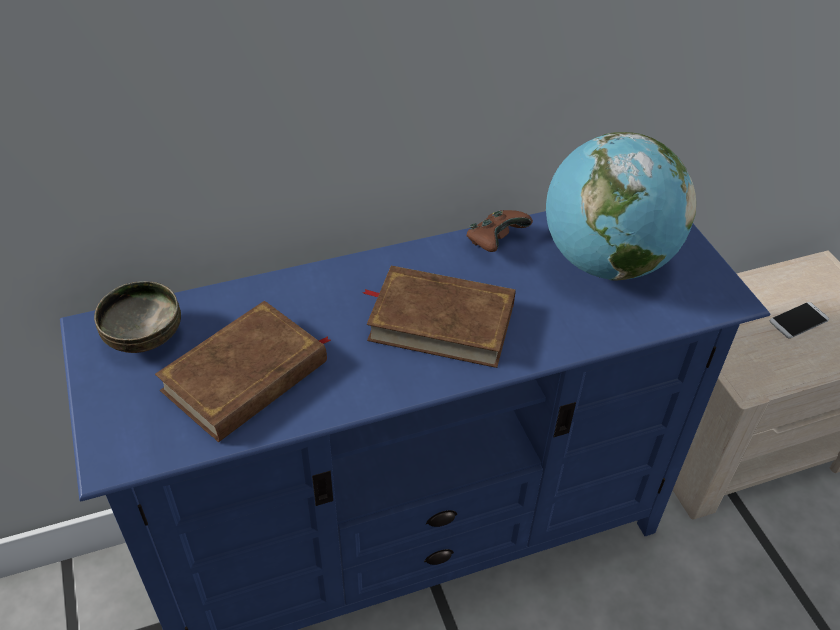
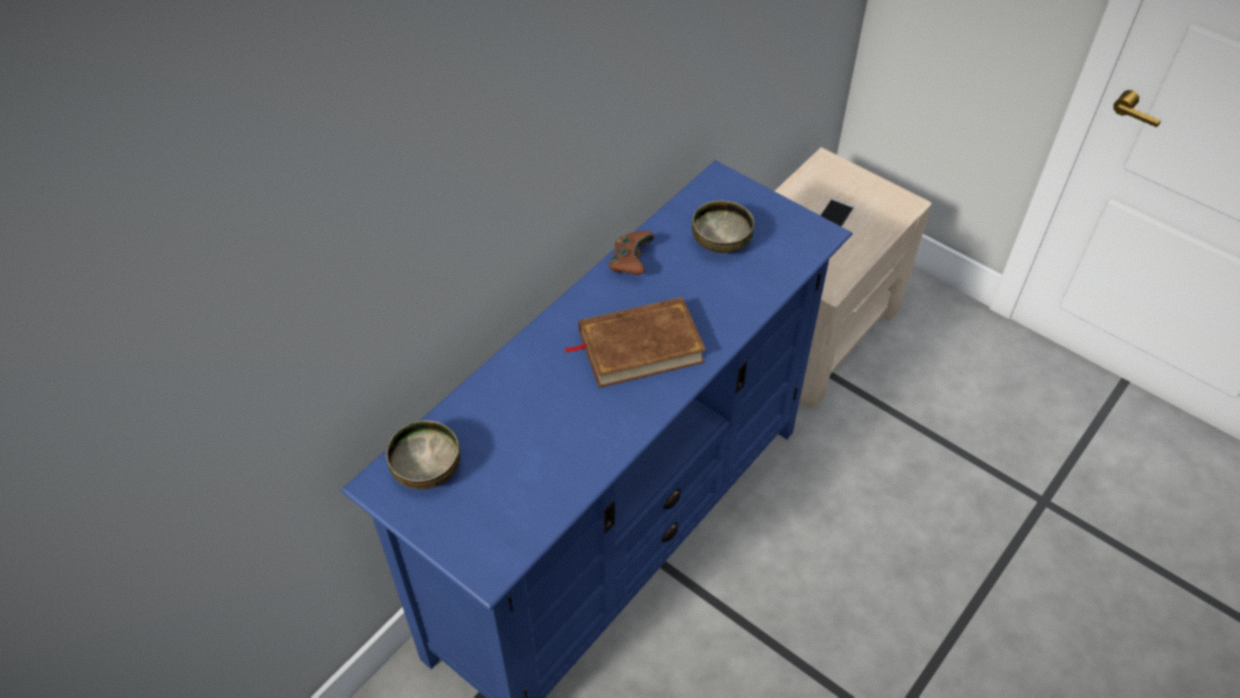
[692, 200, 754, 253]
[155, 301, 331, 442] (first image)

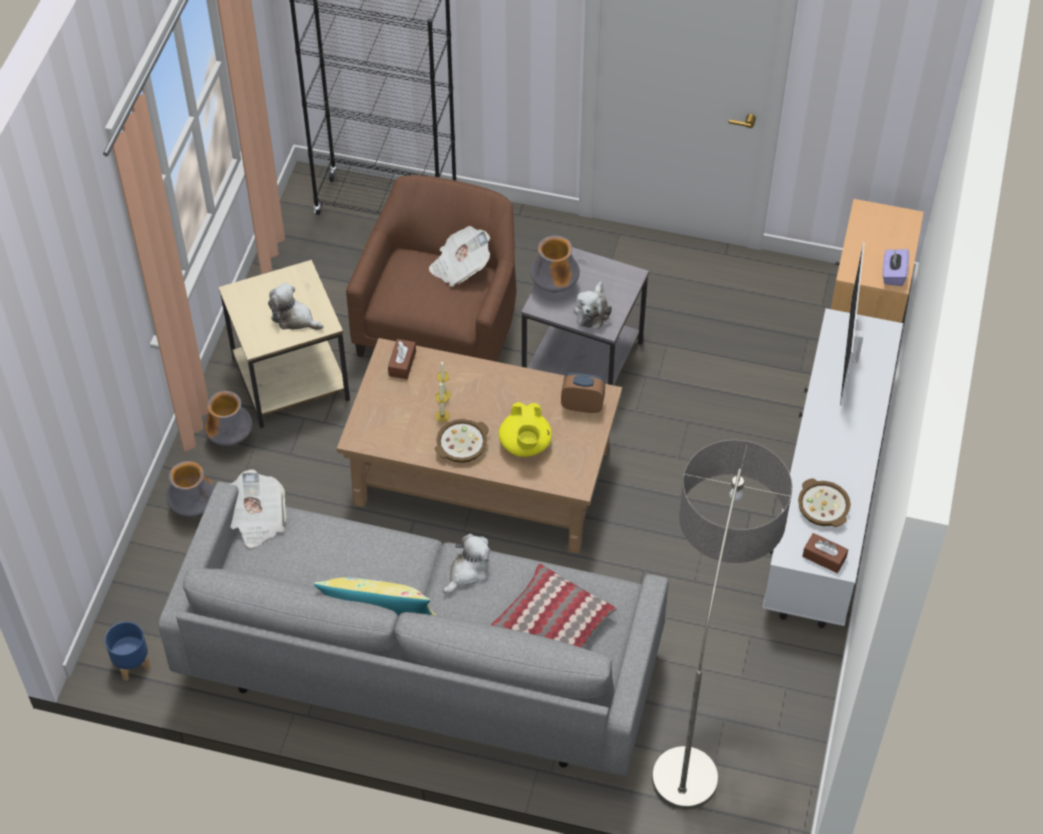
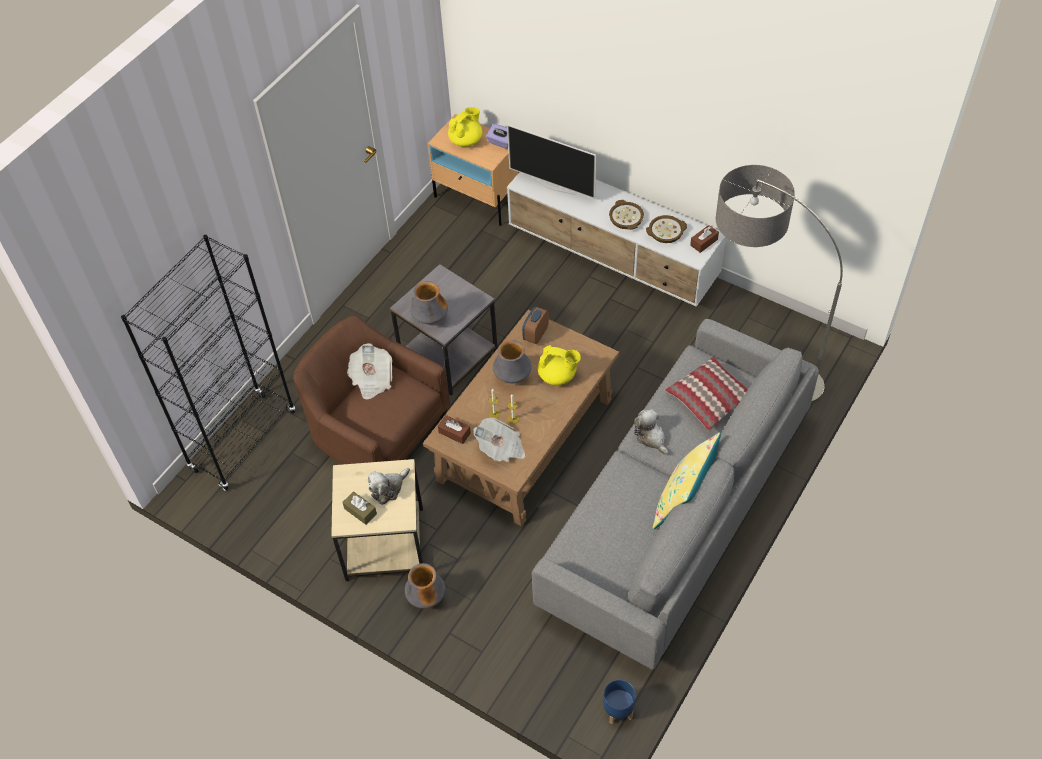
[574, 281, 612, 329] (first image)
[609, 200, 644, 230]
[493, 340, 532, 383]
[473, 417, 525, 462]
[448, 107, 482, 147]
[342, 491, 377, 525]

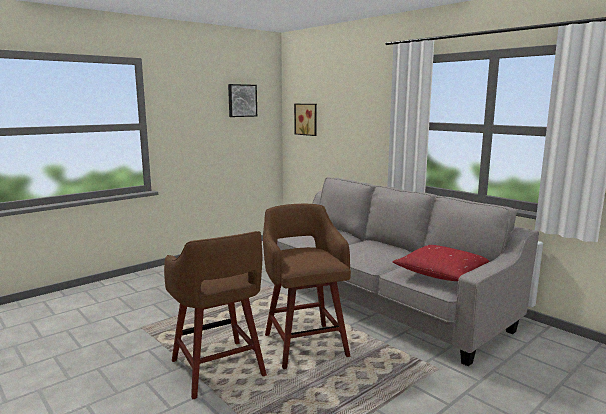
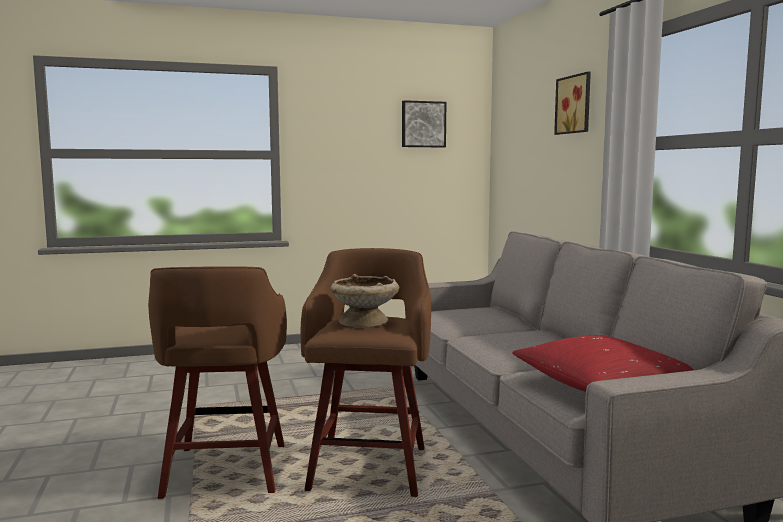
[554, 72, 591, 135]
[330, 274, 399, 327]

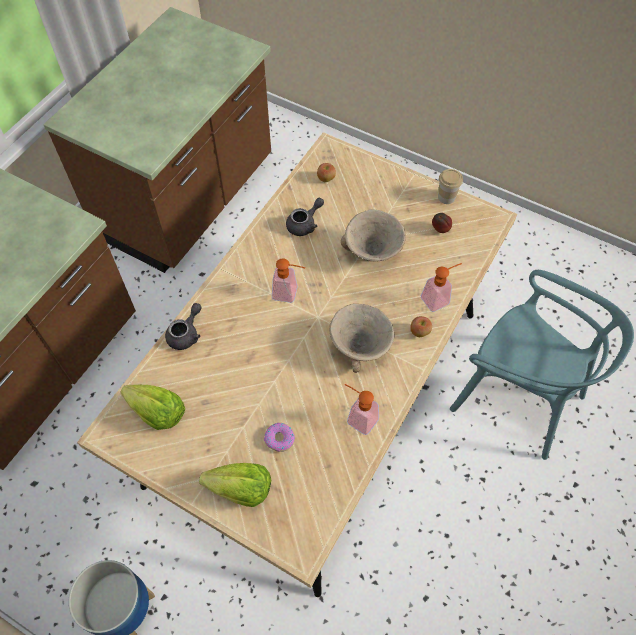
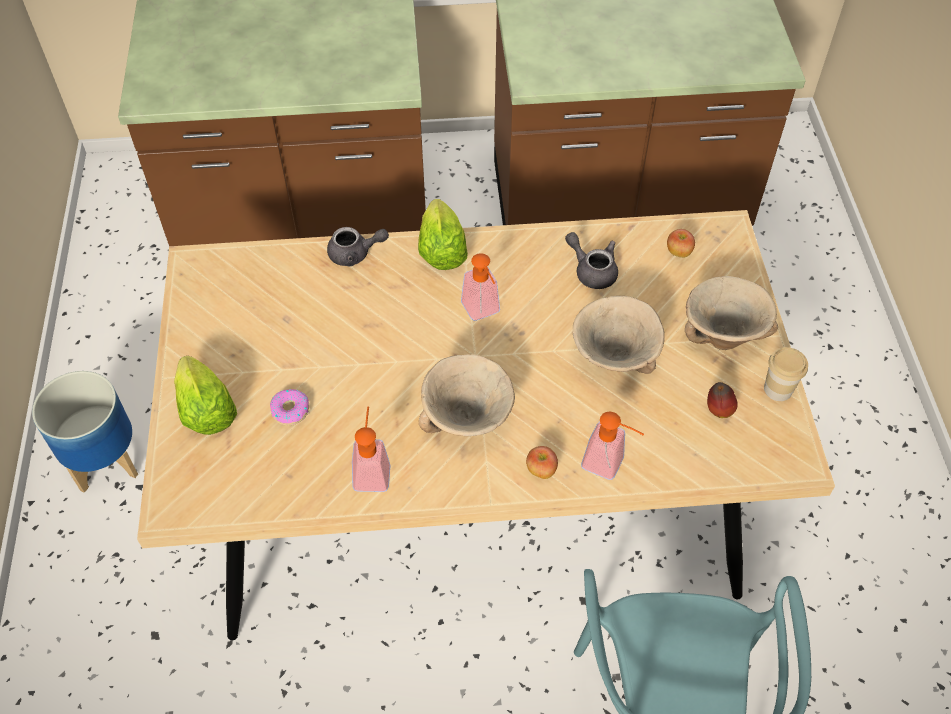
[565, 232, 618, 289]
[418, 199, 468, 270]
[685, 276, 778, 350]

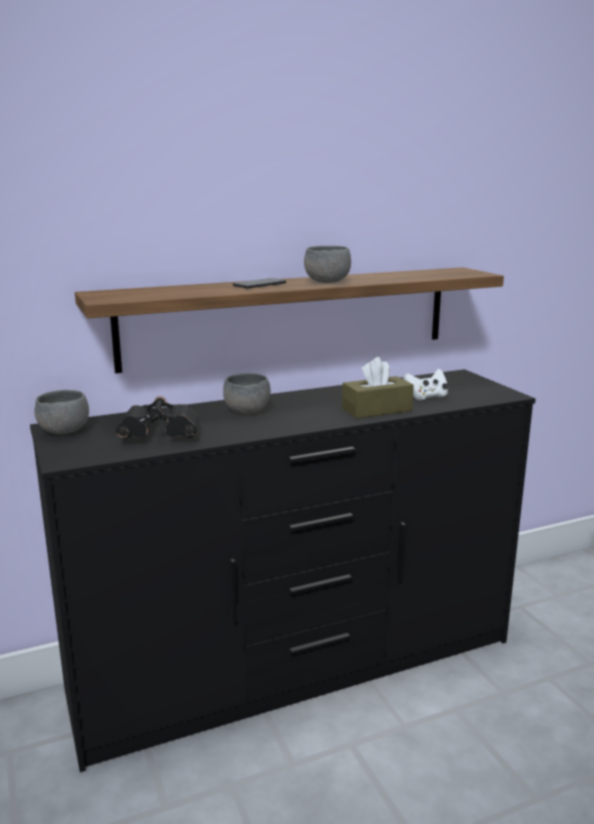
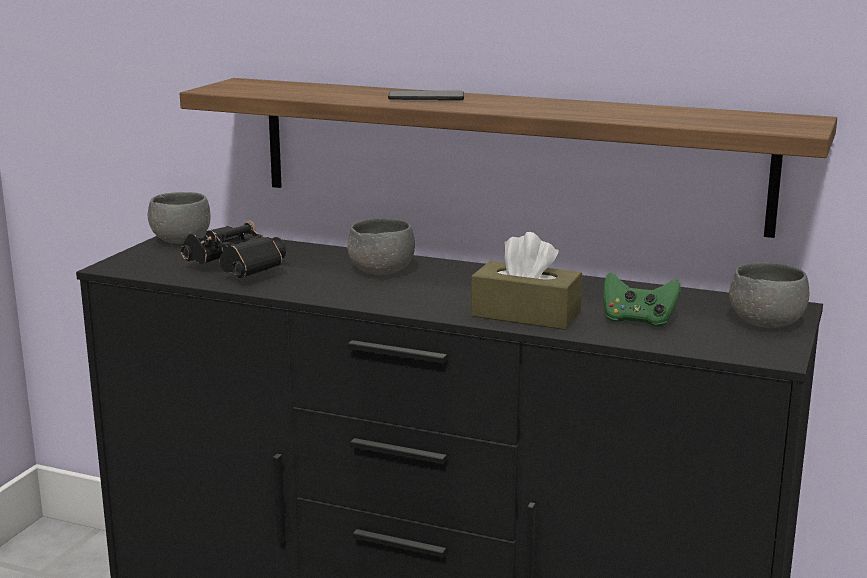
[729, 262, 809, 328]
[603, 273, 681, 327]

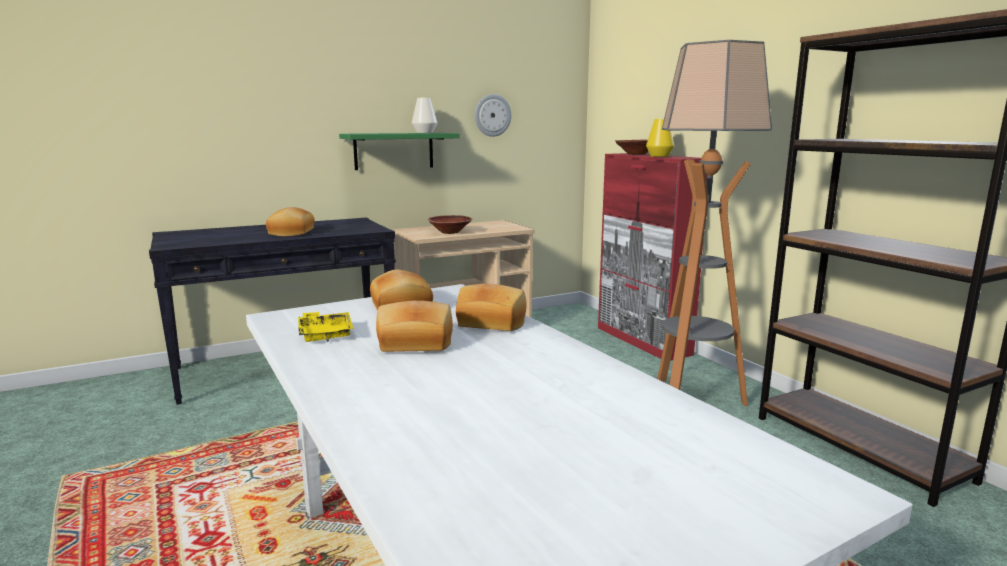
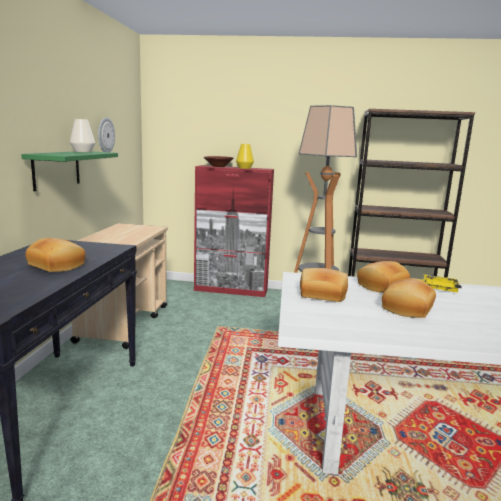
[428, 215, 472, 234] (first image)
[419, 274, 462, 292]

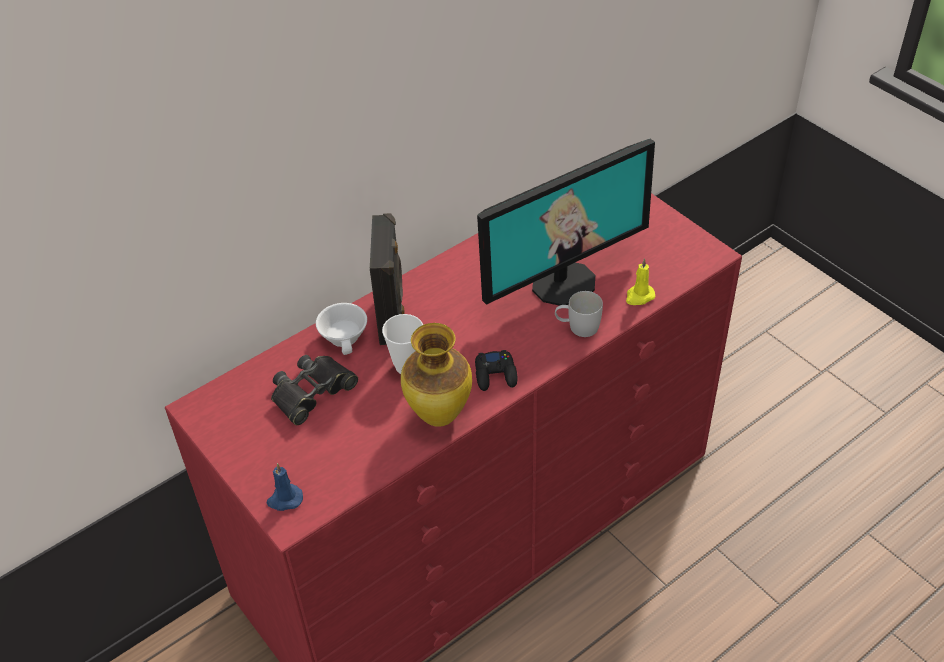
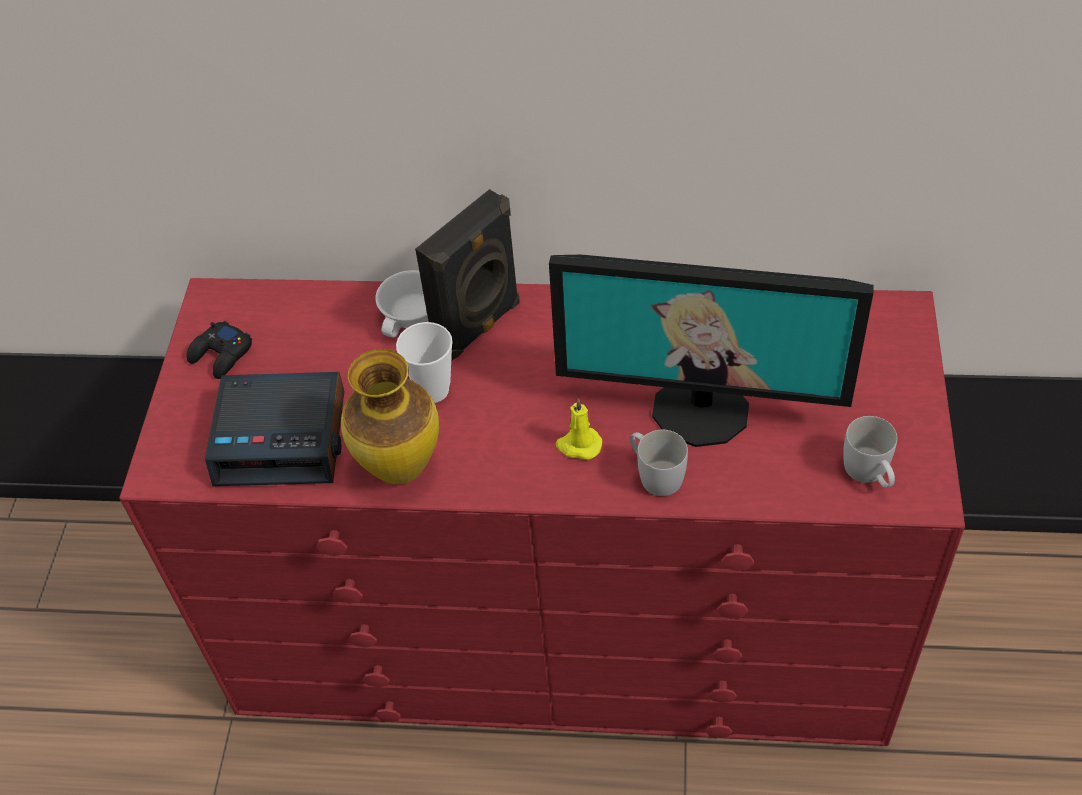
[556, 399, 602, 460]
[186, 321, 252, 379]
[271, 355, 358, 425] (first image)
[267, 463, 303, 511] (first image)
[205, 372, 345, 486]
[843, 416, 897, 488]

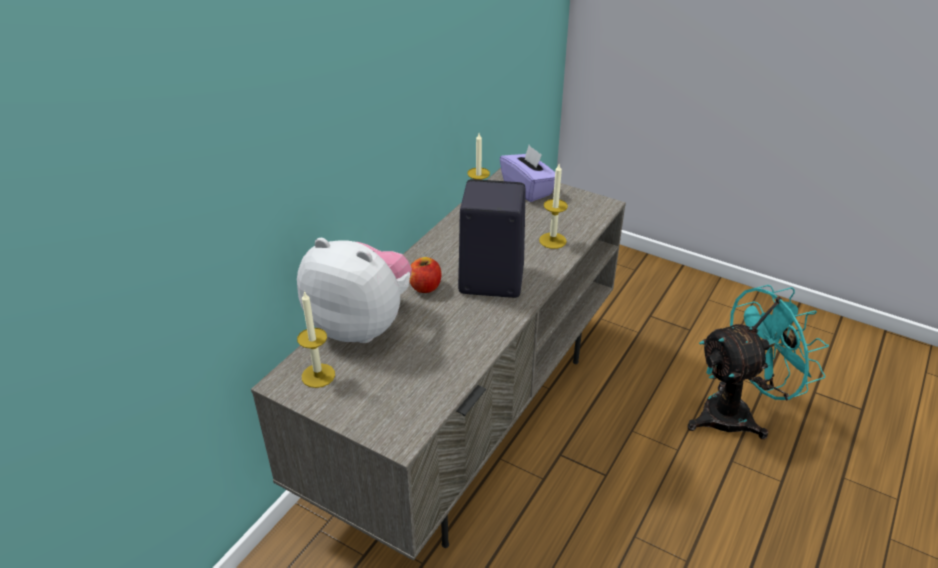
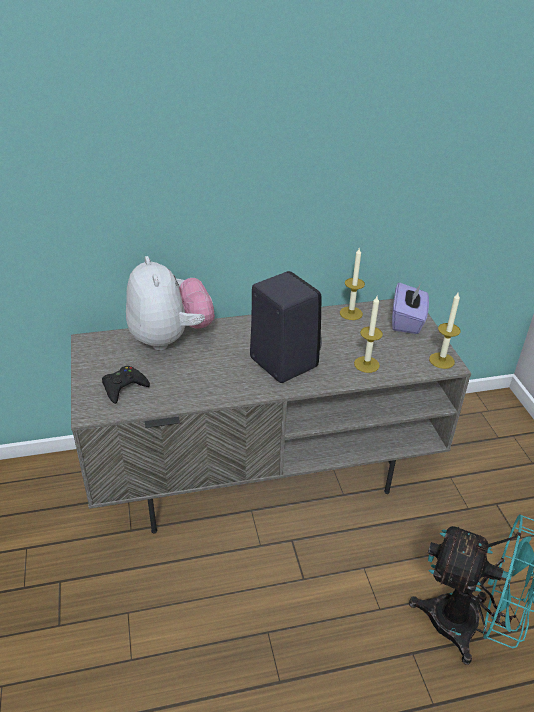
[409, 257, 442, 293] (first image)
[429, 293, 461, 369]
[102, 366, 150, 404]

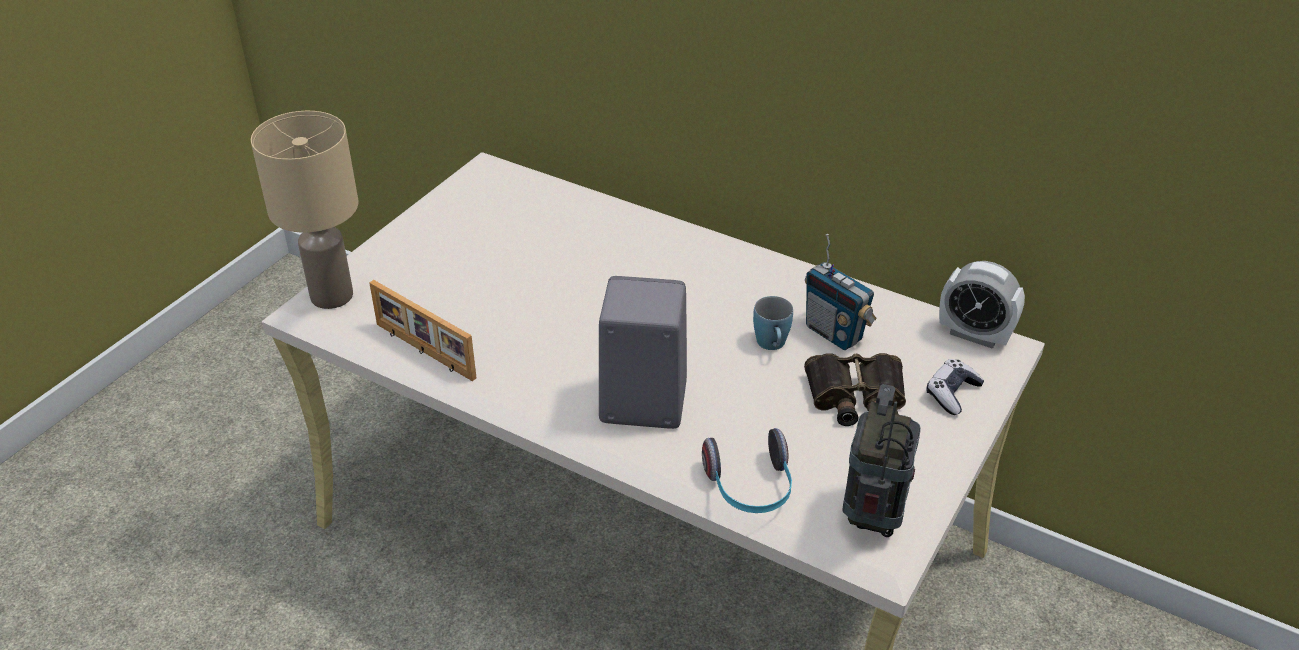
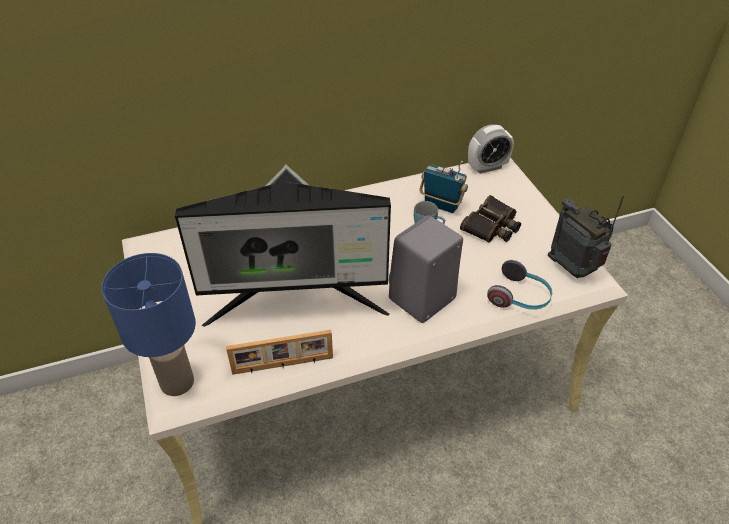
[101, 253, 196, 396]
[419, 161, 468, 213]
[926, 359, 984, 415] (first image)
[175, 164, 391, 327]

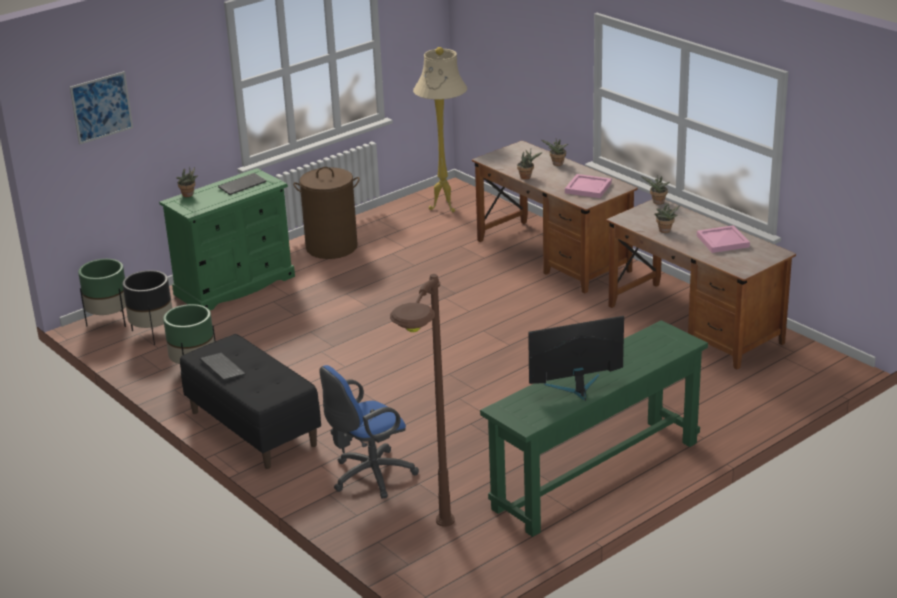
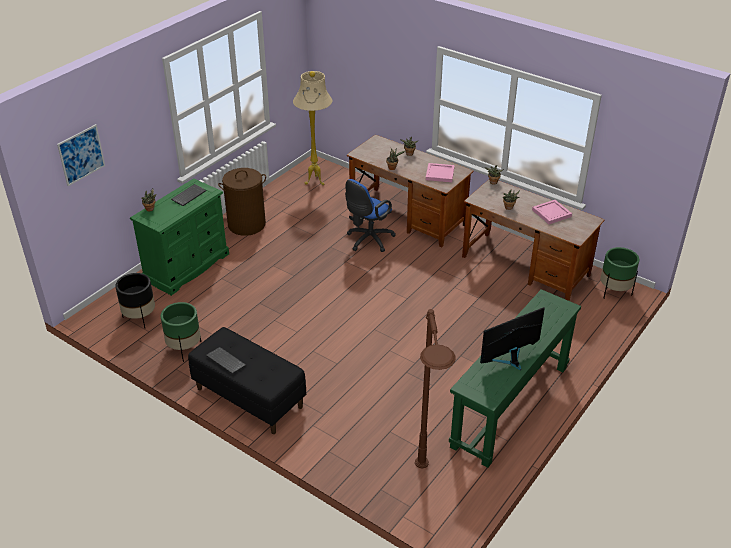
[601, 247, 639, 299]
[345, 179, 396, 252]

